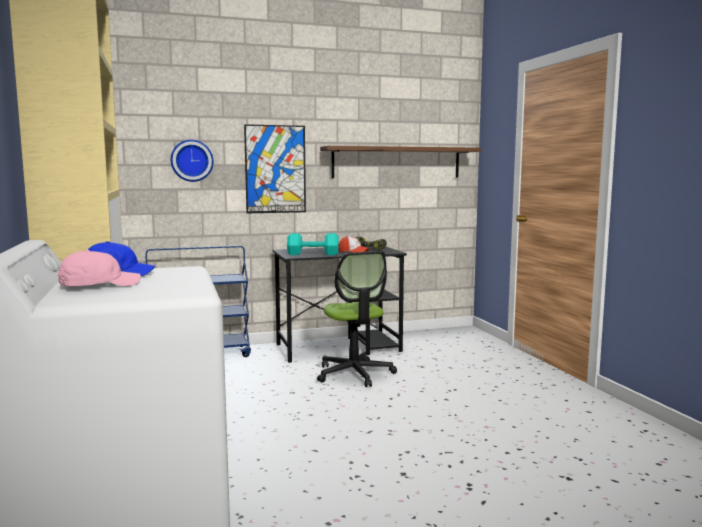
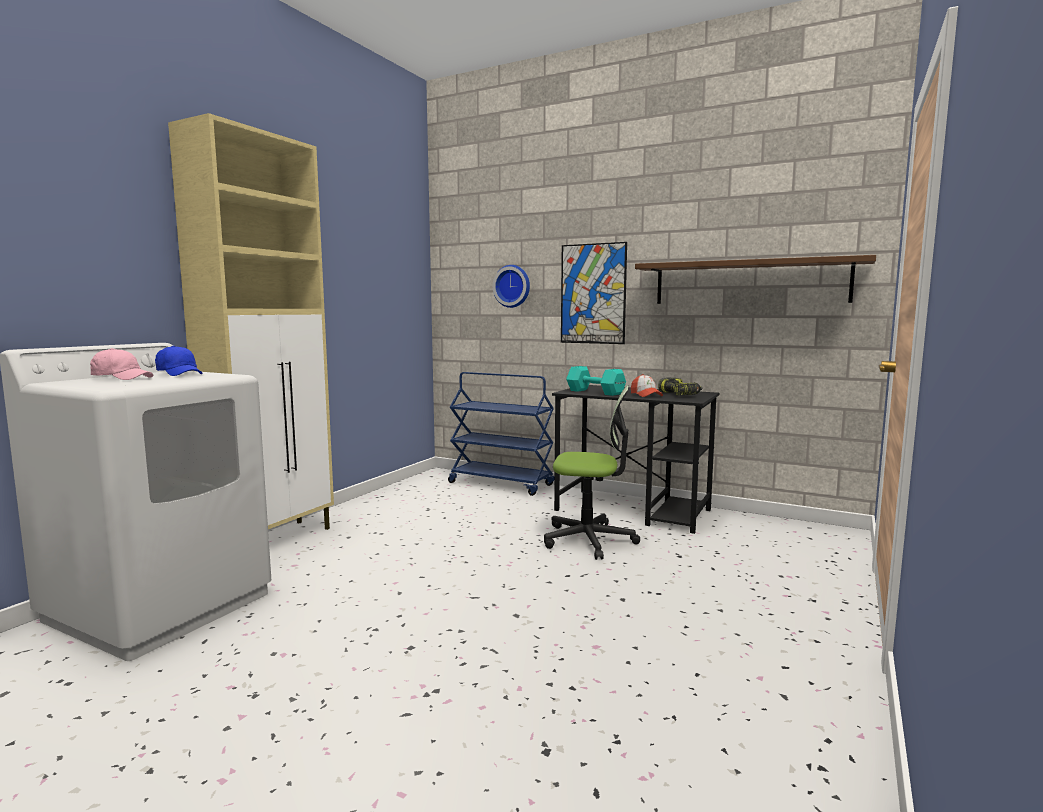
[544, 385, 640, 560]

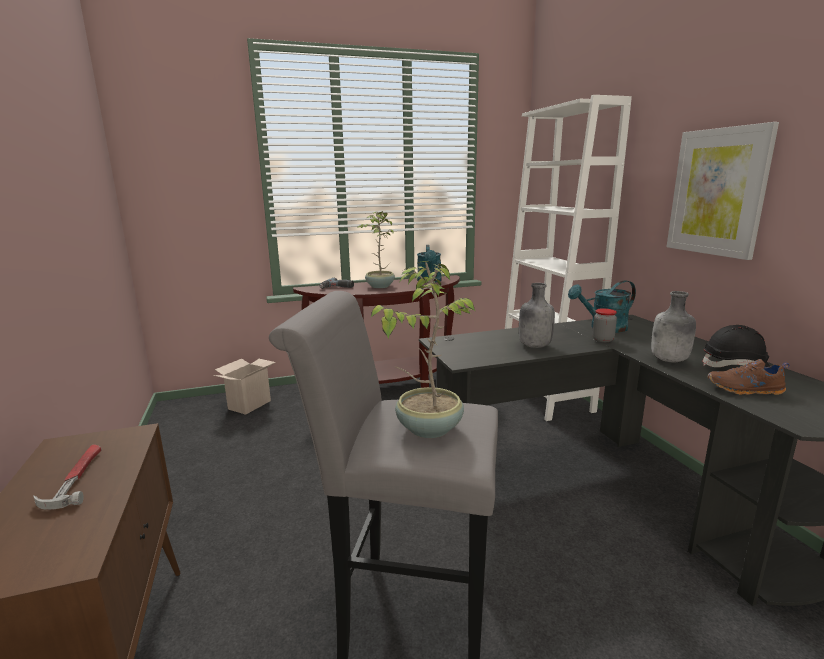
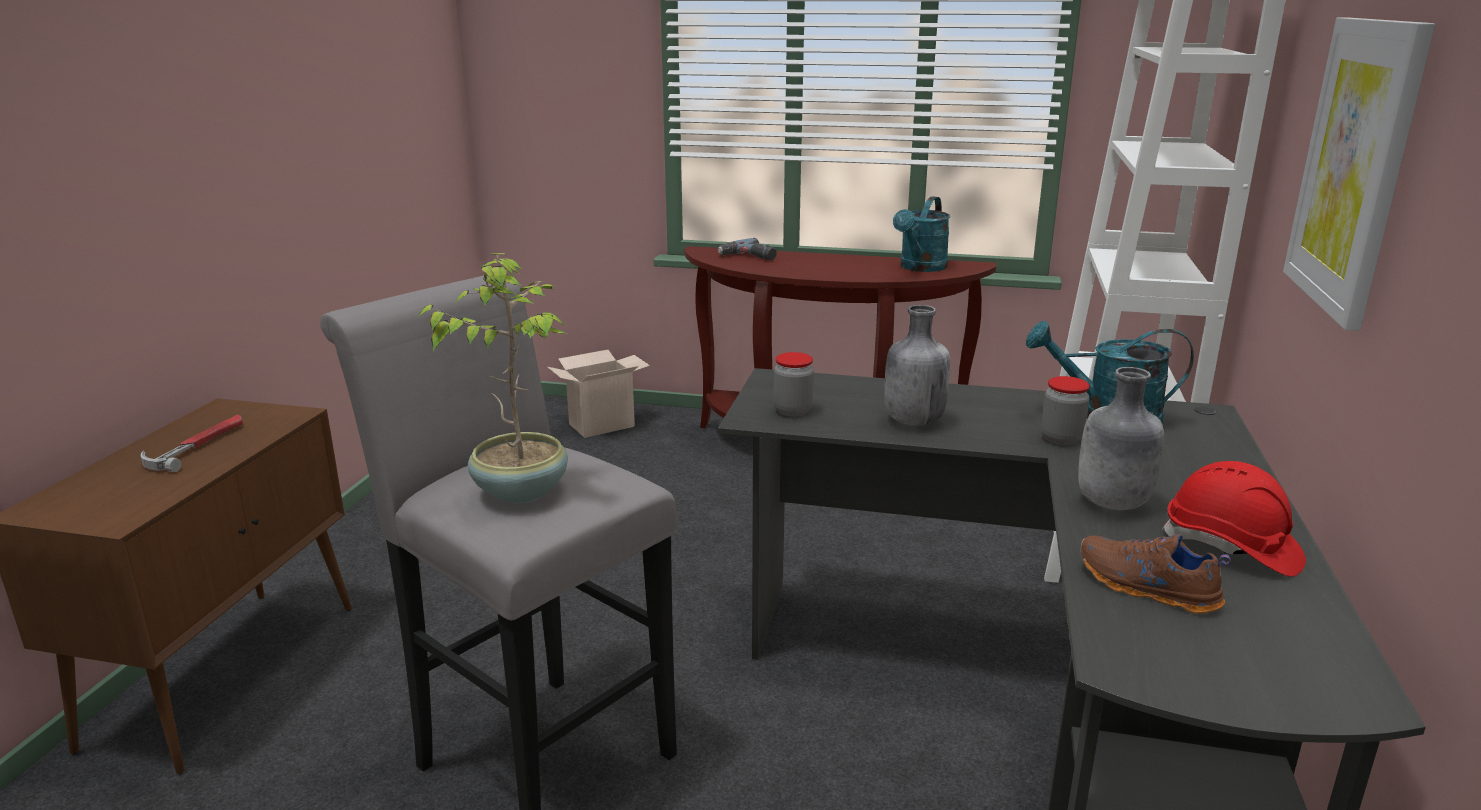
[357, 211, 395, 288] (first image)
[1162, 461, 1306, 577]
[774, 352, 814, 417]

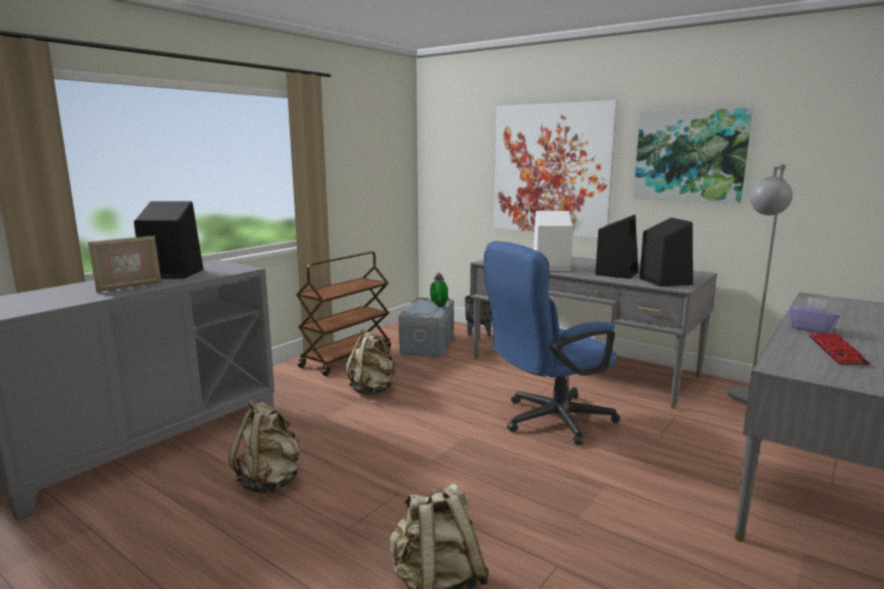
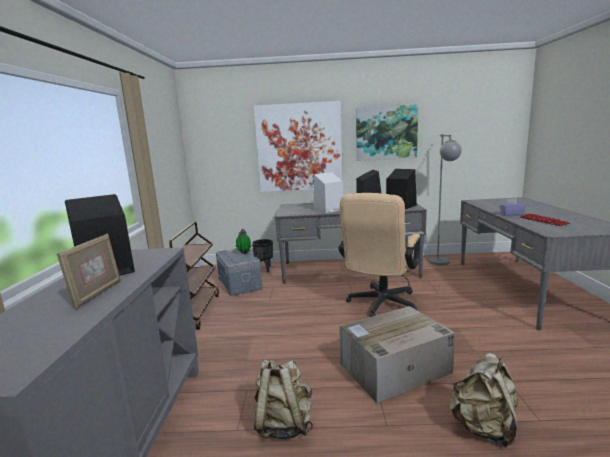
[338, 193, 420, 317]
[346, 328, 396, 394] (first image)
[339, 306, 455, 403]

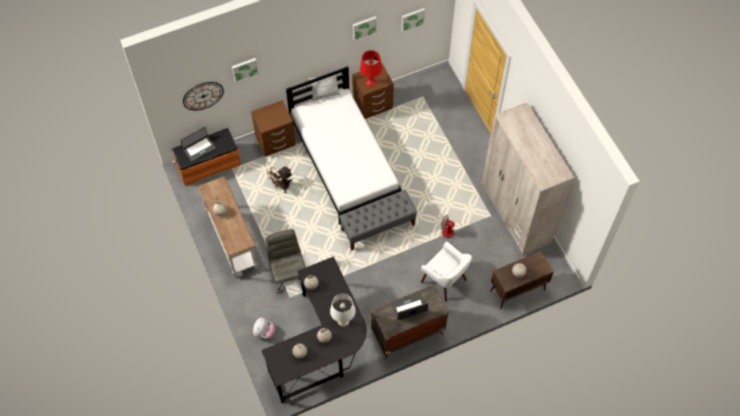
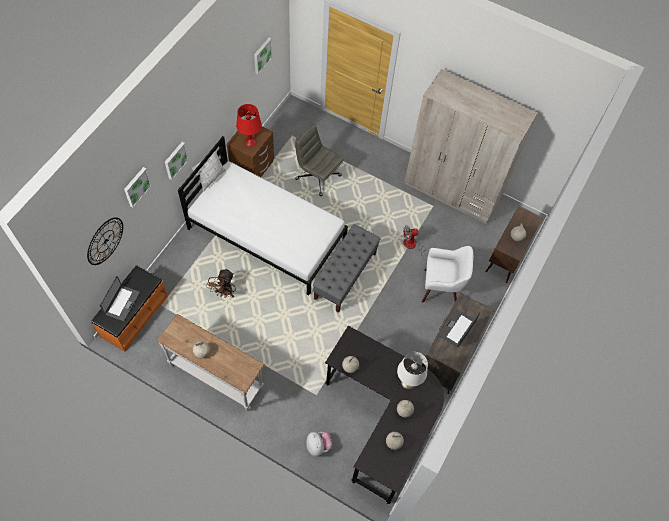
[165, 142, 189, 180]
[251, 100, 296, 157] (first image)
[295, 123, 344, 196]

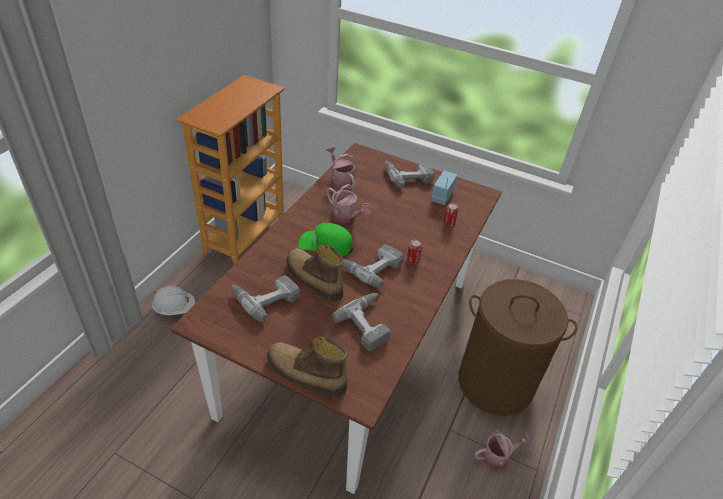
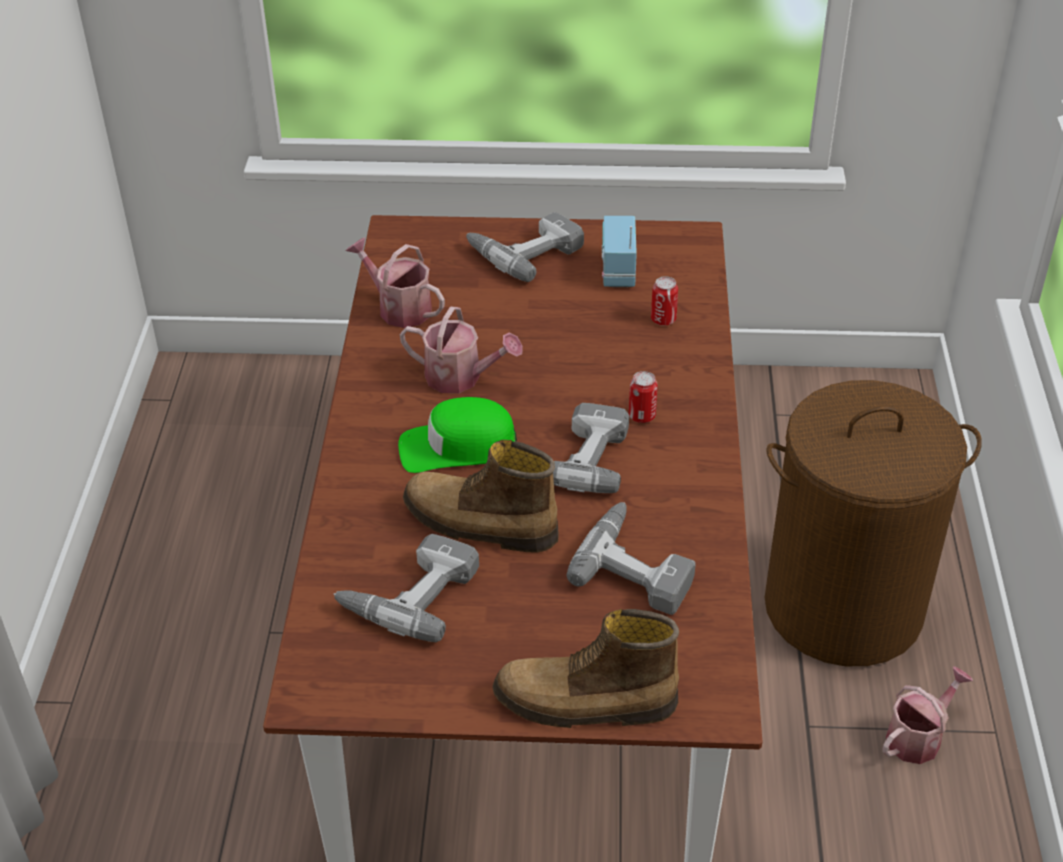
[175, 75, 284, 264] (first image)
[151, 286, 195, 315] (first image)

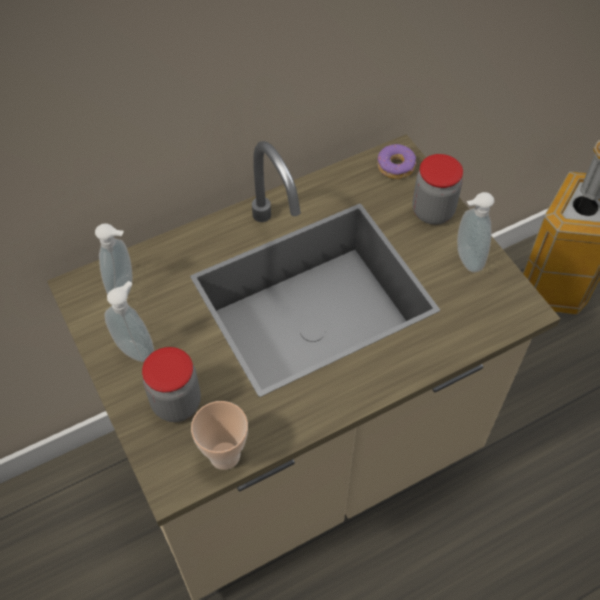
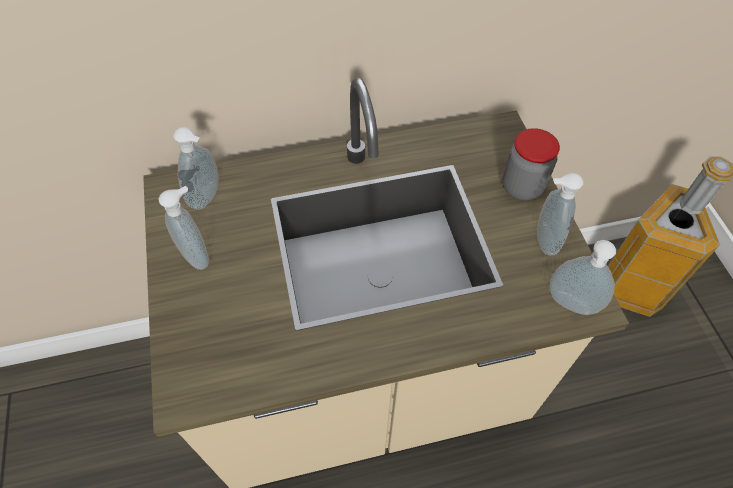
[378, 144, 416, 179] (first image)
[142, 347, 201, 422] (first image)
[191, 401, 248, 470] (first image)
[550, 240, 616, 315]

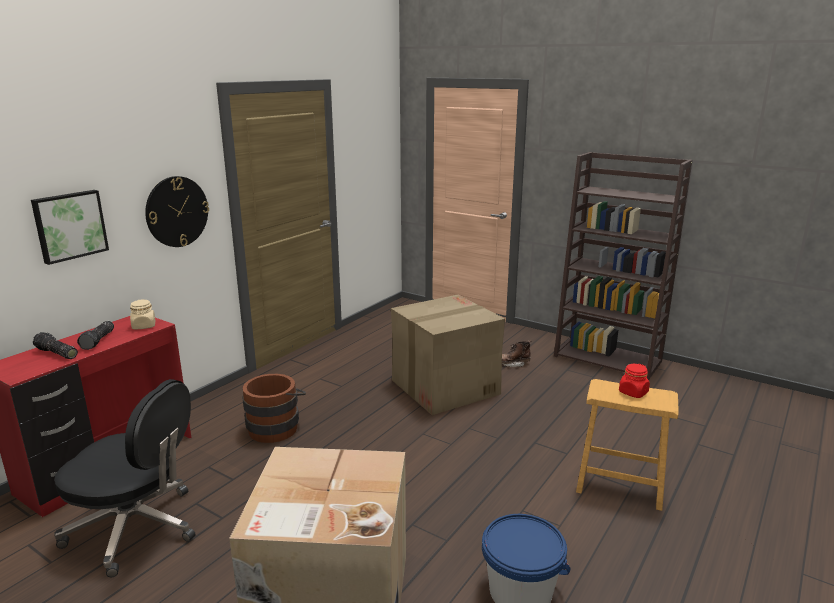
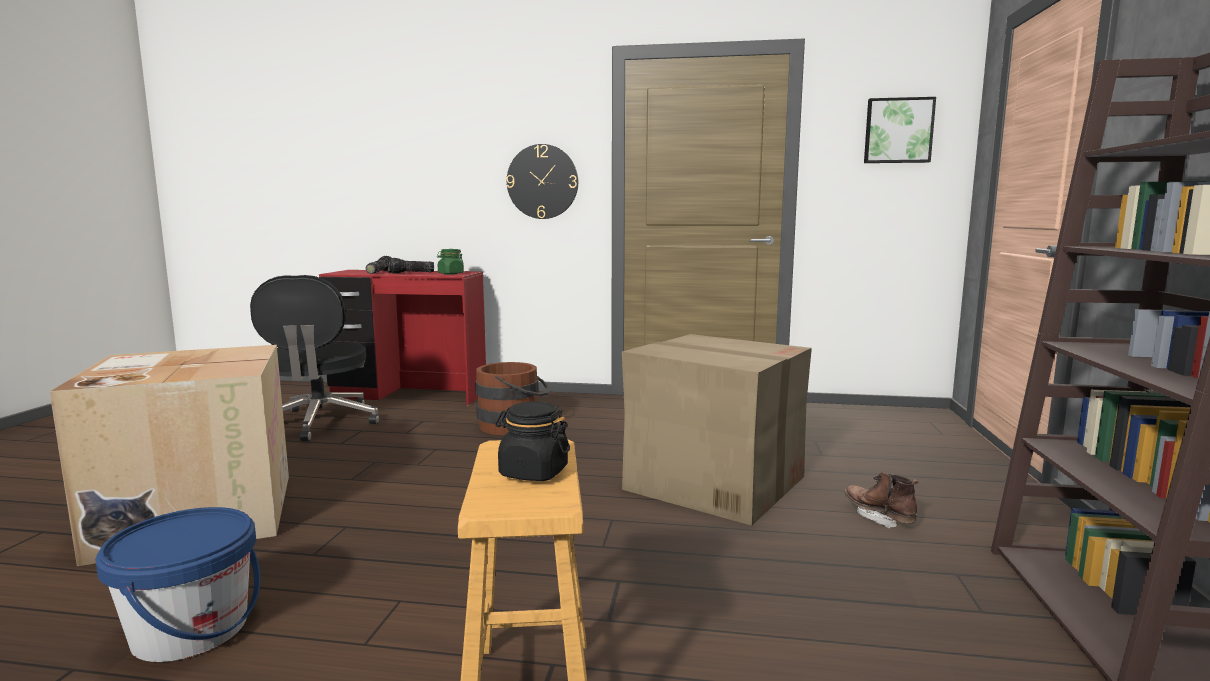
[864, 97, 936, 163]
[437, 249, 464, 275]
[495, 402, 570, 481]

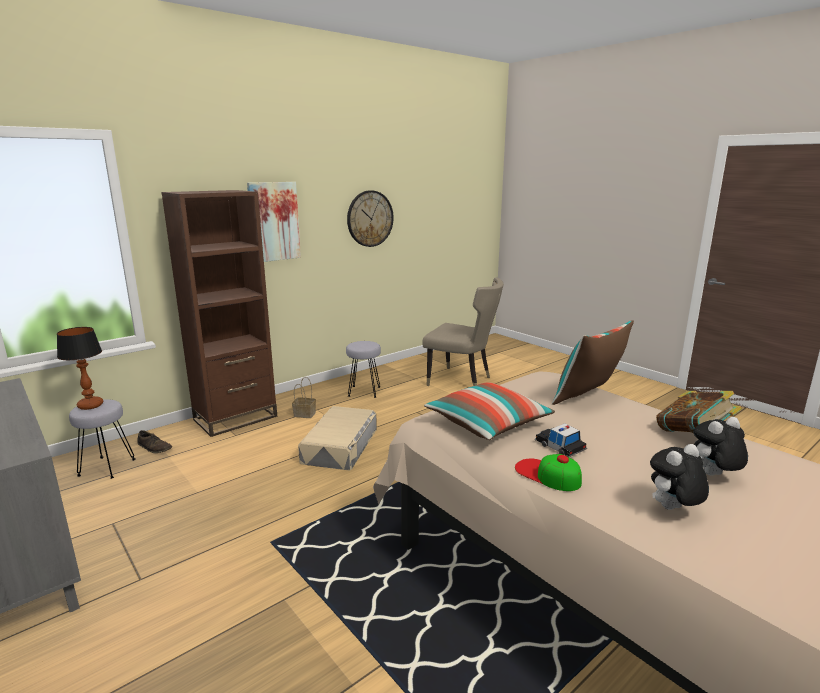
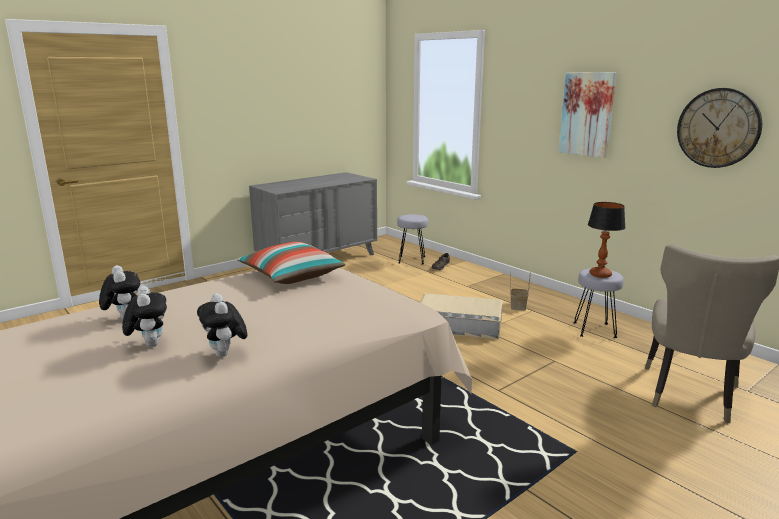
[161, 190, 277, 437] (first image)
[552, 320, 634, 405] (first image)
[588, 202, 626, 278]
[197, 293, 247, 357]
[535, 423, 587, 457] (first image)
[515, 454, 582, 491] (first image)

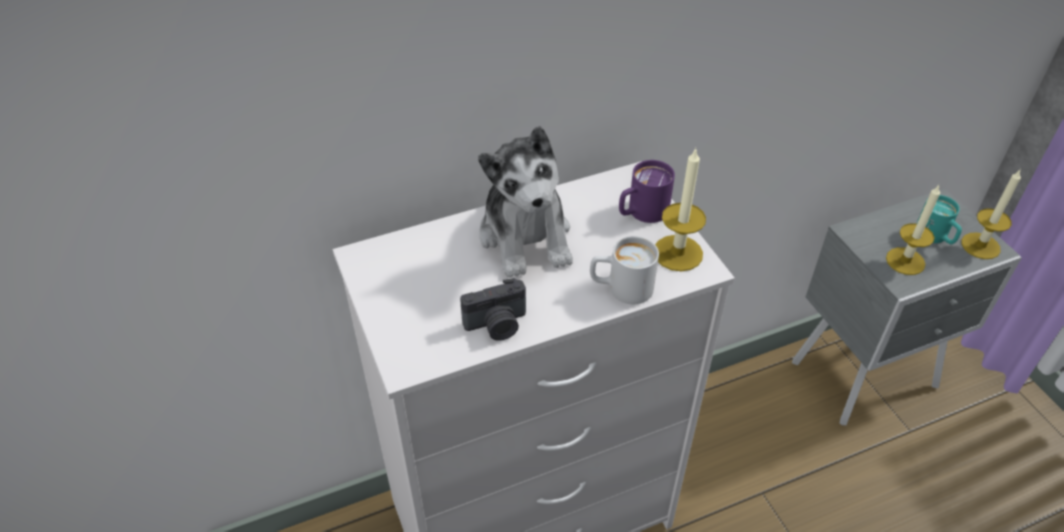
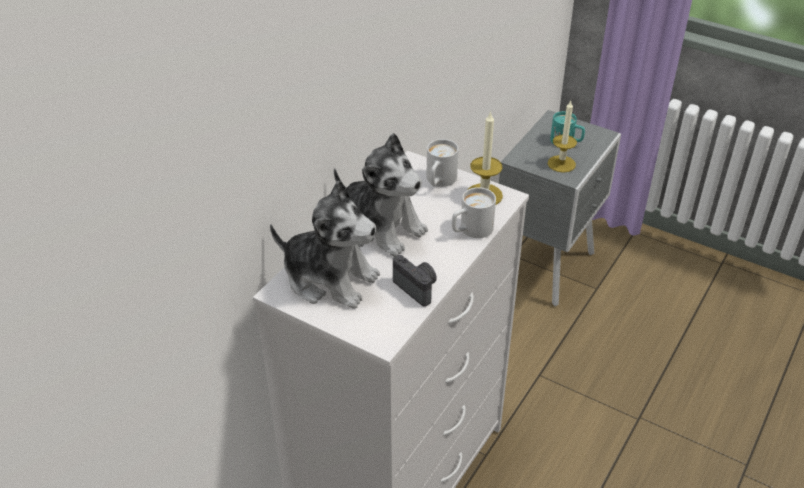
[426, 139, 459, 187]
[961, 169, 1021, 259] (first image)
[393, 255, 437, 307]
[270, 180, 380, 309]

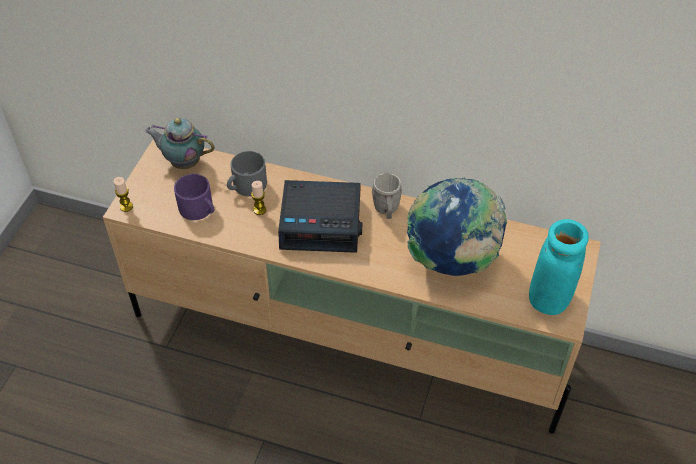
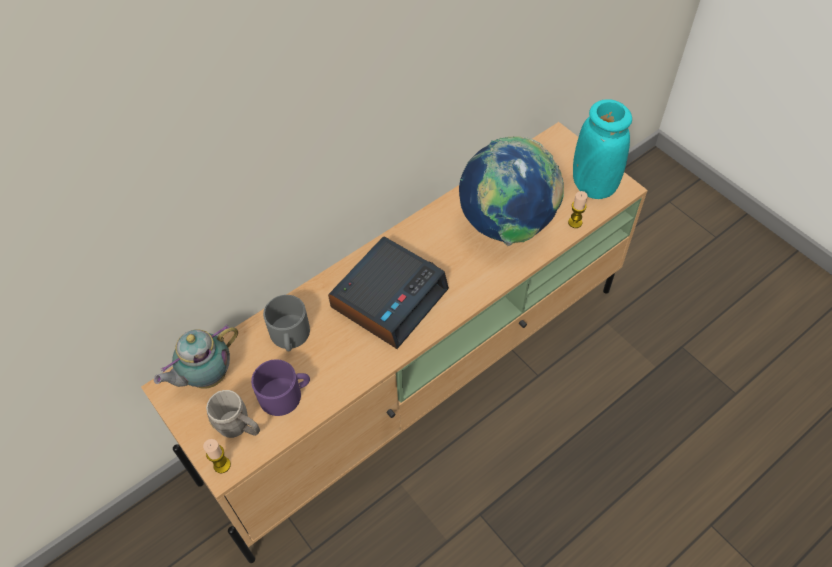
[206, 390, 260, 438]
[568, 191, 588, 228]

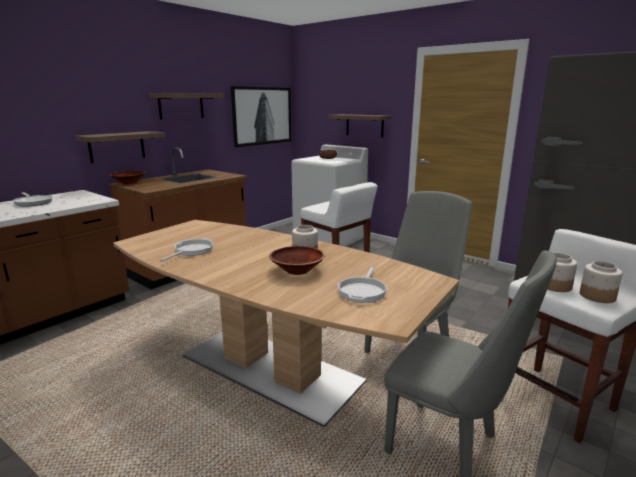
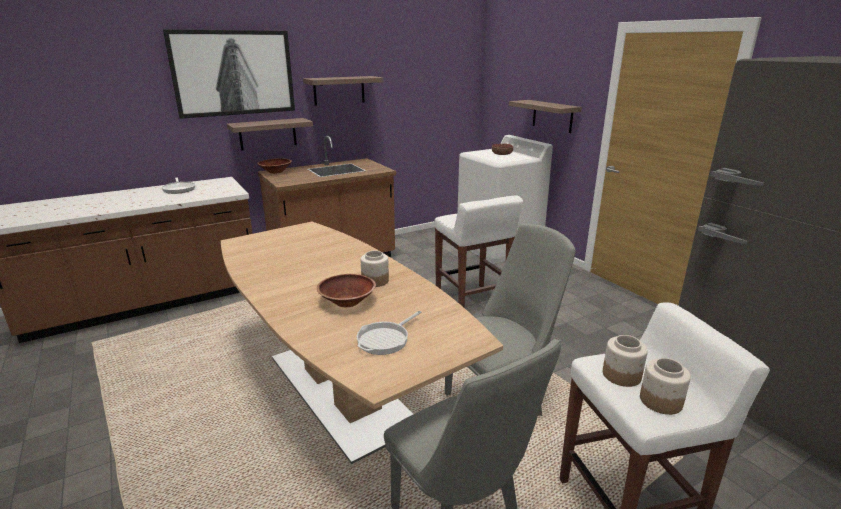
[163, 29, 295, 119]
[160, 238, 213, 262] (first image)

